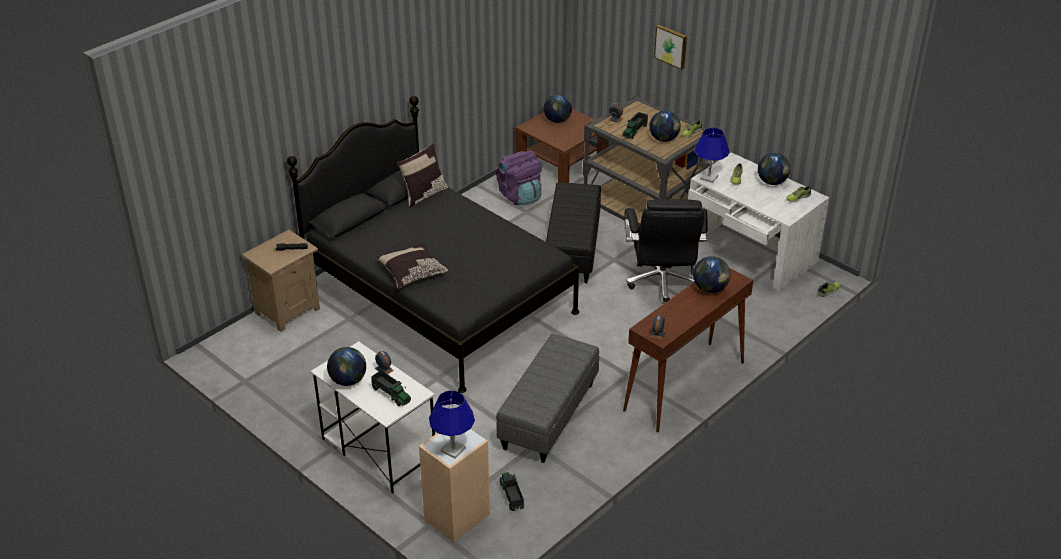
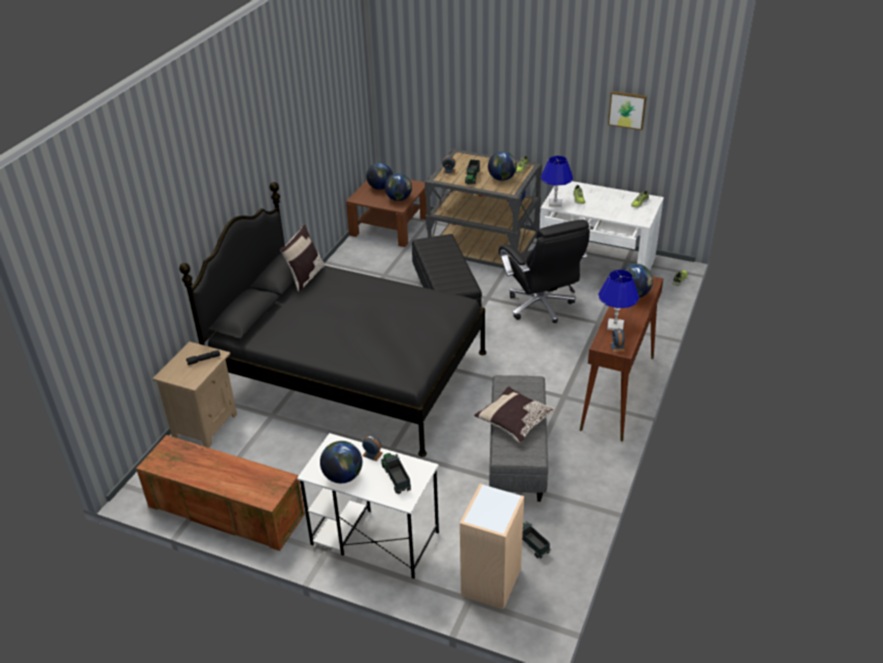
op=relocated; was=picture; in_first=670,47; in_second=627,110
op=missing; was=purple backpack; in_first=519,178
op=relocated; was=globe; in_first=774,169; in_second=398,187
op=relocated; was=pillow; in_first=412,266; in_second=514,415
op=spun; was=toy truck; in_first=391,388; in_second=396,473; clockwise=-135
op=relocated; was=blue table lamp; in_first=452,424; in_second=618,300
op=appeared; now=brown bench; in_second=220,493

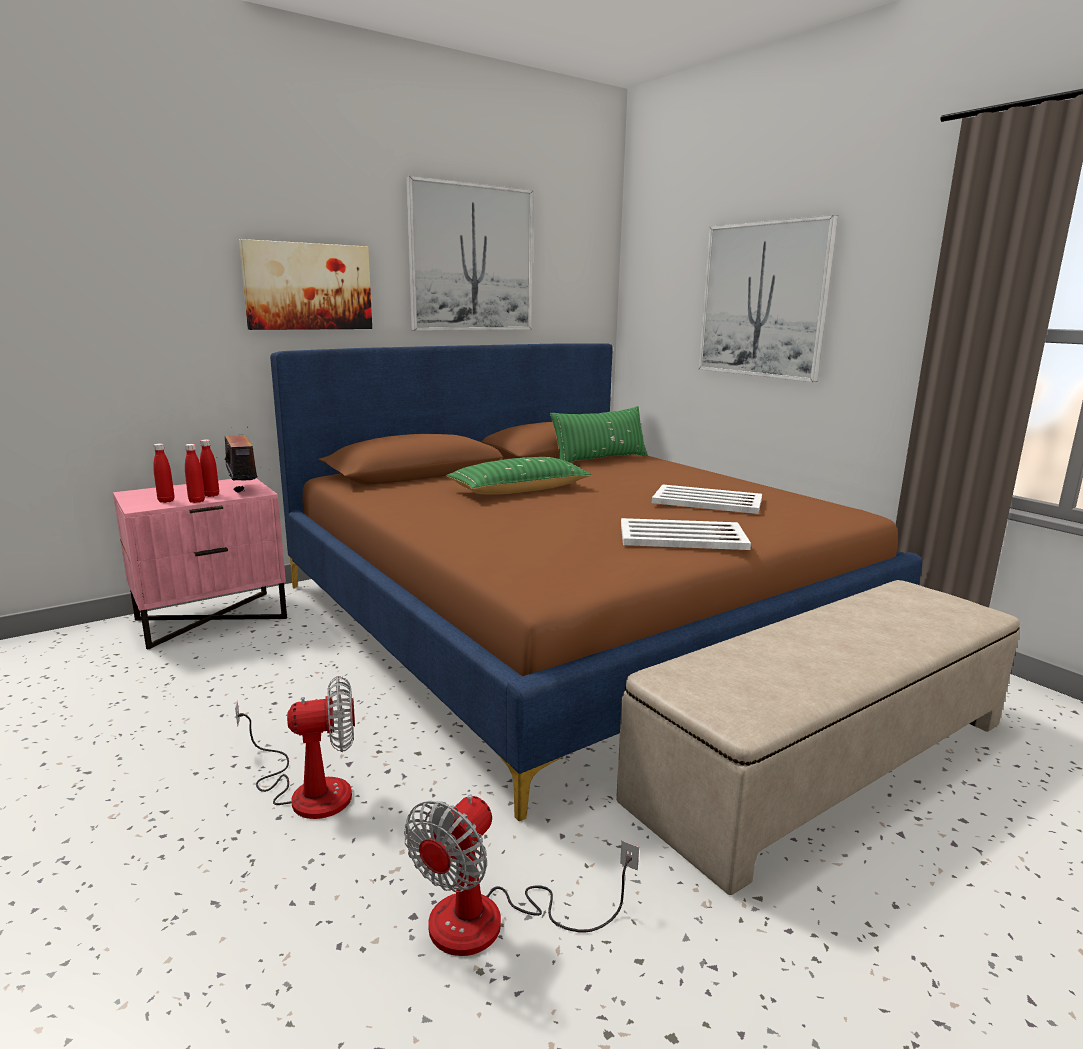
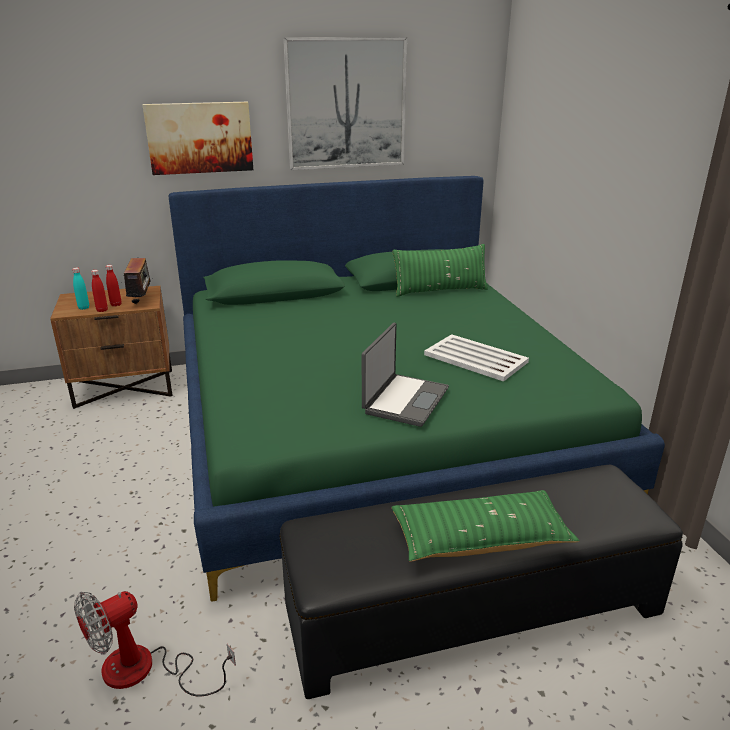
op=missing; was=picture; in_first=768,298
op=colour; was=brown bed; now=green bed; in_first=596,582; in_second=417,389
op=colour; was=red bottle; now=turquoise bottle; in_first=163,473; in_second=80,289
op=relocated; was=green pillow; in_first=519,476; in_second=485,526
op=colour; was=pink nightstand; now=brown nightstand; in_first=200,564; in_second=111,347
op=exchanged; was=white tray; now=laptop; in_first=686,534; in_second=405,375
op=colour; was=beige bench; now=black bench; in_first=818,737; in_second=481,581
op=missing; was=fan; in_first=295,747

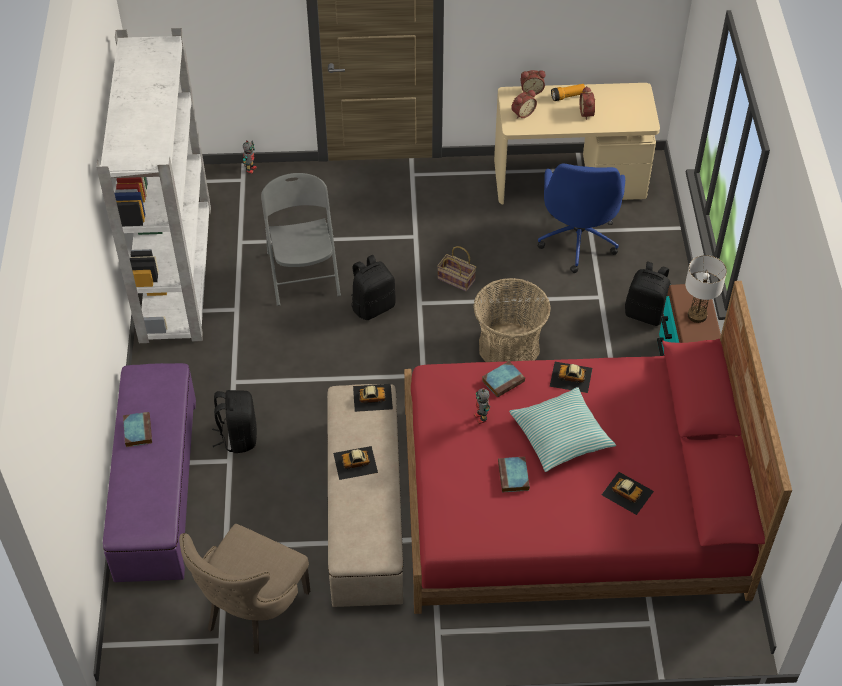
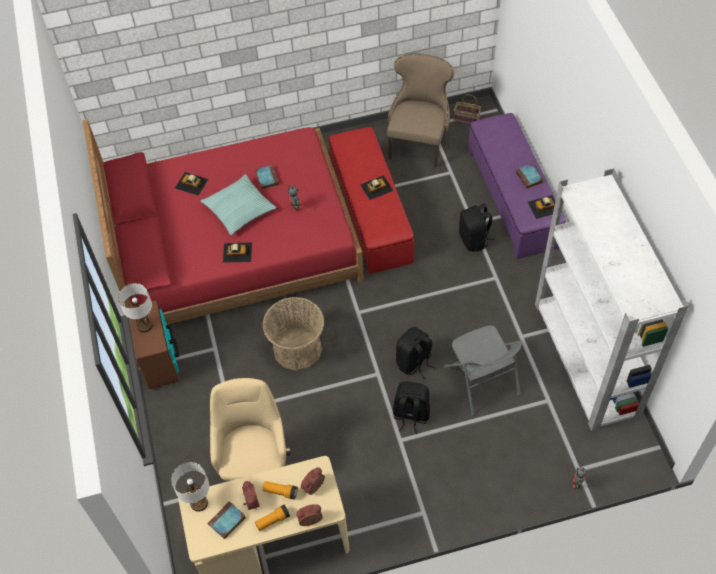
op=colour; was=blue office chair; now=beige office chair; in_first=581,218; in_second=250,429
op=relocated; was=basket; in_first=456,269; in_second=467,109
op=relocated; was=black backpack; in_first=648,294; in_second=411,407
op=relocated; was=book; in_first=503,379; in_second=227,520
op=colour; was=beige bench; now=red bench; in_first=365,495; in_second=371,200
op=relocated; was=toy car; in_first=373,398; in_second=541,207
op=appeared; now=table lamp; in_second=190,487
op=appeared; now=flashlight; in_second=280,490

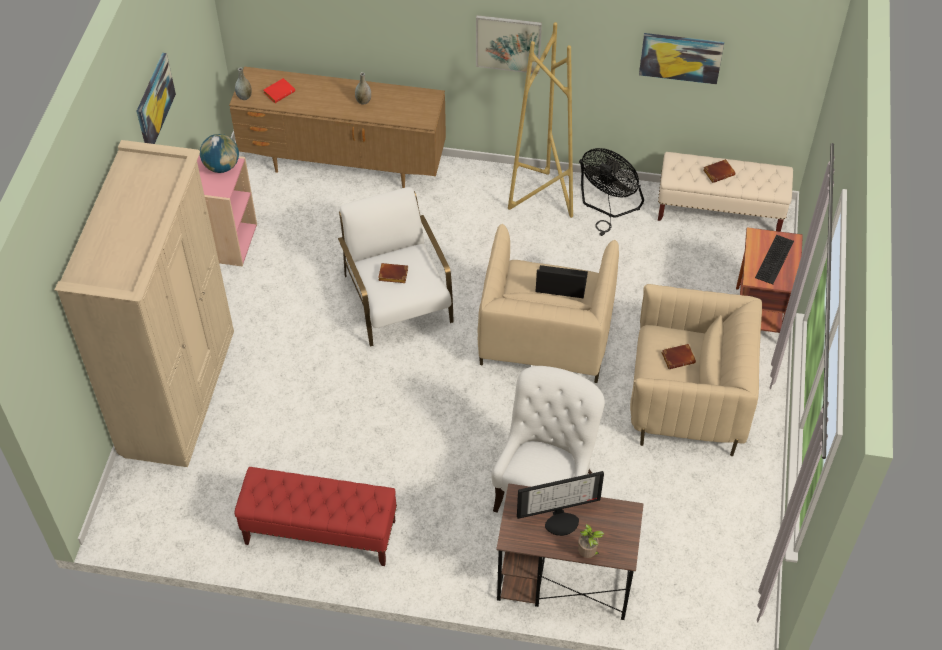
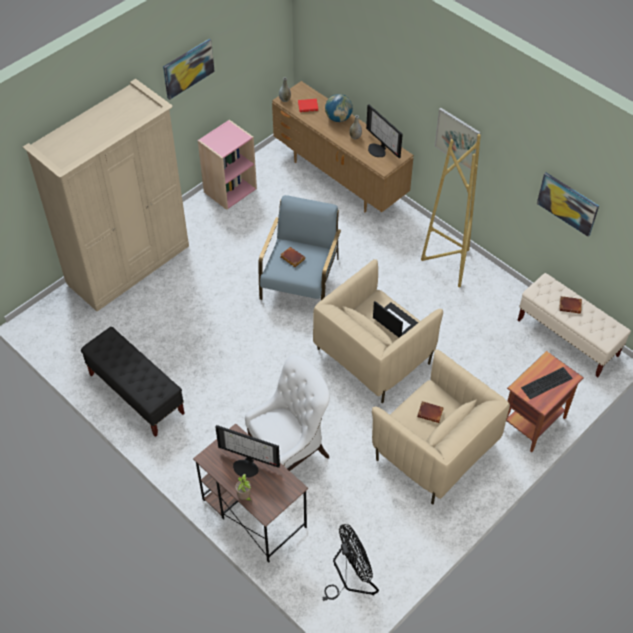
op=relocated; was=globe; in_first=219,153; in_second=339,108
op=relocated; was=black fan; in_first=611,192; in_second=350,562
op=colour; was=white armchair; now=blue armchair; in_first=396,267; in_second=299,247
op=colour; was=red bench; now=black bench; in_first=316,516; in_second=133,382
op=appeared; now=monitor; in_second=384,131

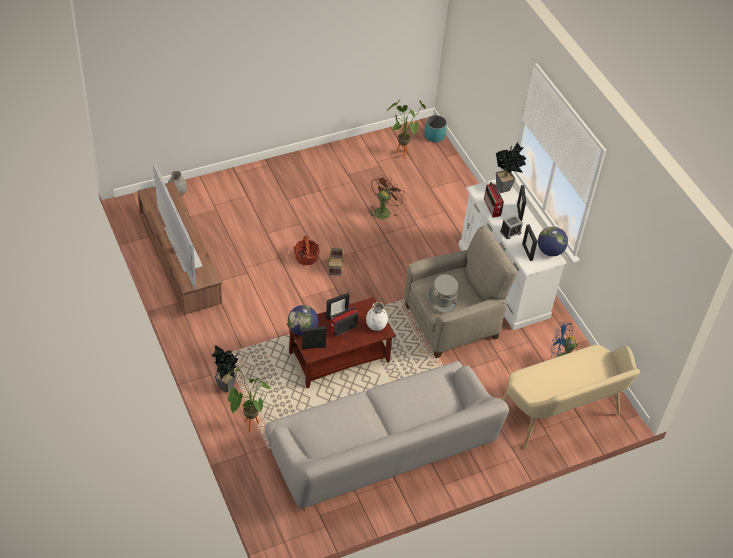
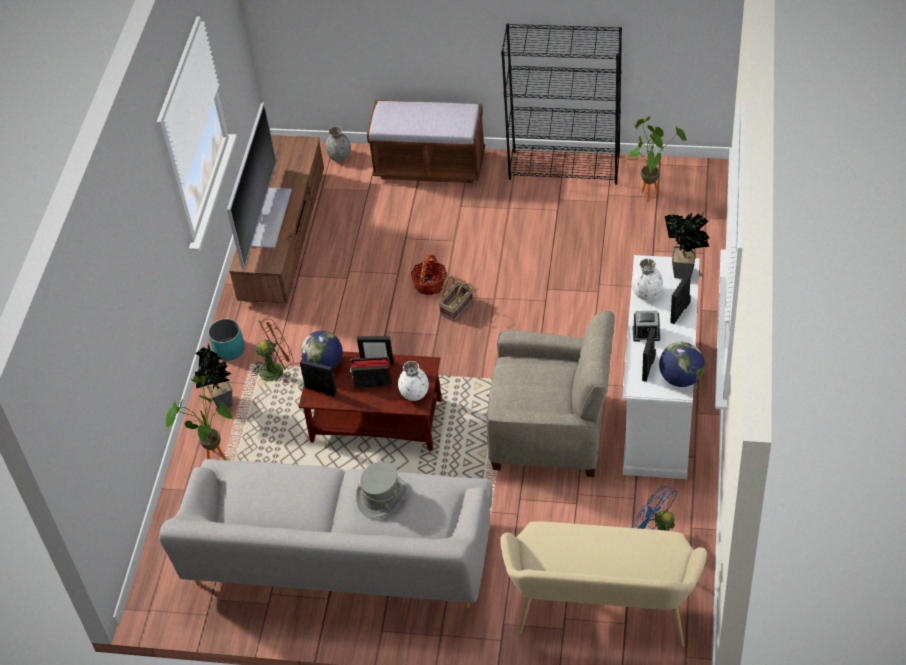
op=relocated; was=turquoise planter; in_first=435,128; in_second=226,340
op=relocated; was=brown fan; in_first=386,197; in_second=272,350
op=exchanged; was=radio; now=white vase; in_first=494,200; in_second=647,279
op=relocated; was=grey hat; in_first=444,293; in_second=381,490
op=appeared; now=black bookcase; in_second=561,104
op=appeared; now=brown bench; in_second=426,141

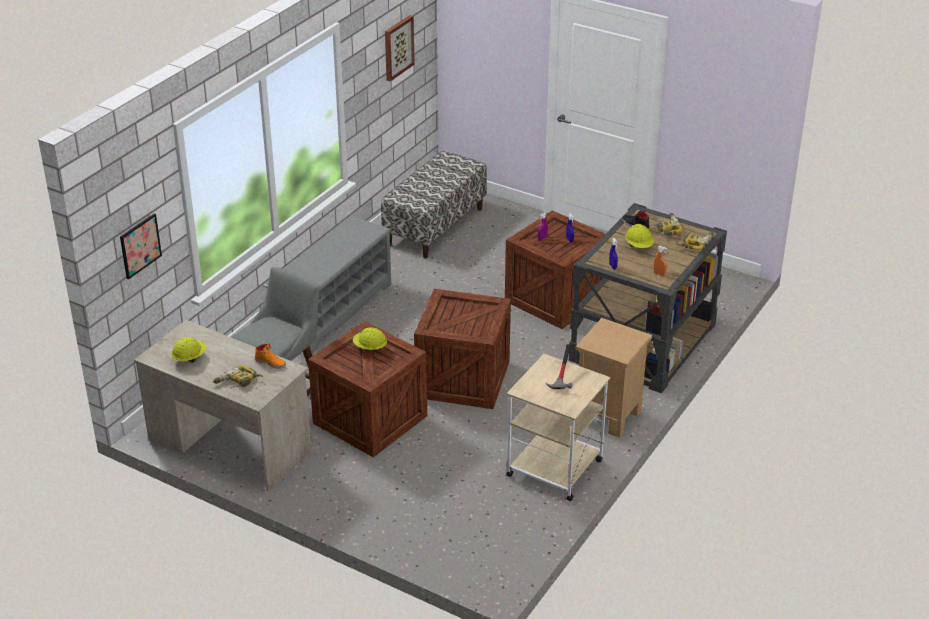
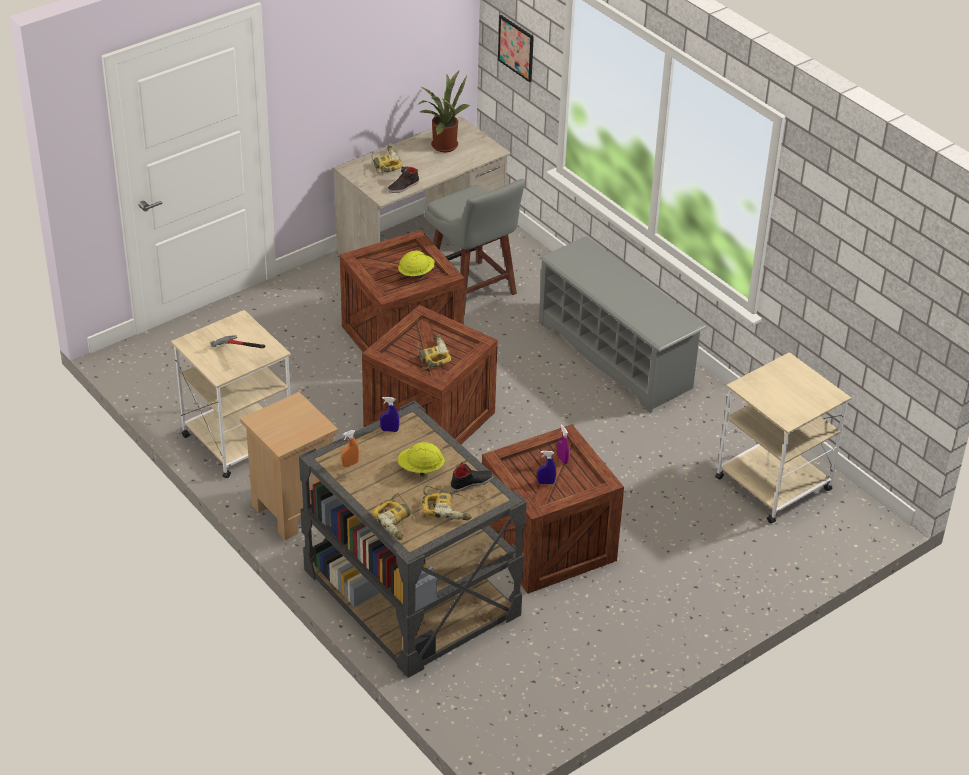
op=missing; was=picture; in_first=400,48
op=exchanged; was=bench; now=beige cart; in_first=434,204; in_second=783,437
op=exchanged; was=yellow hard hat; now=potted plant; in_first=188,350; in_second=443,111
op=colour; was=orange shoe; now=black shoe; in_first=270,355; in_second=403,179
op=appeared; now=power drill; in_second=434,351

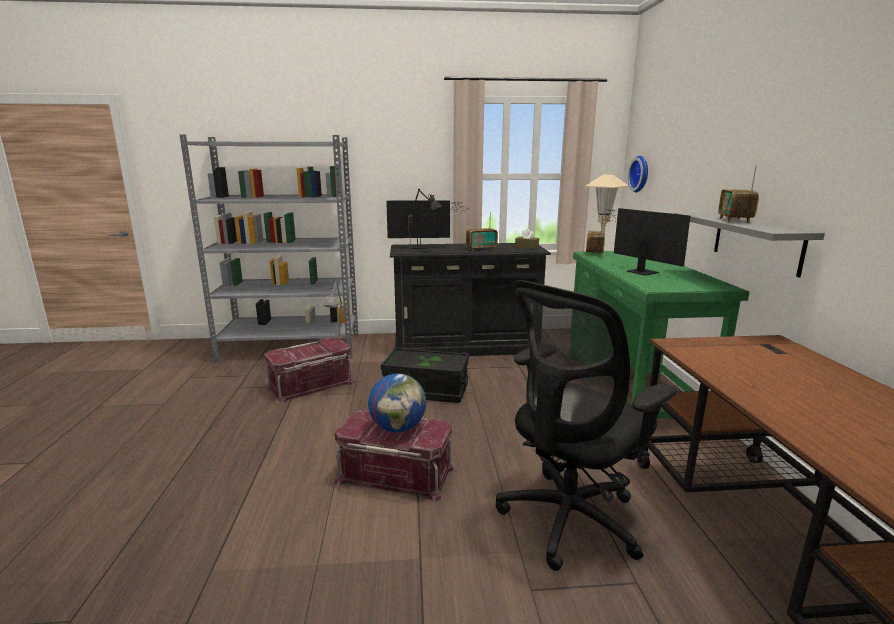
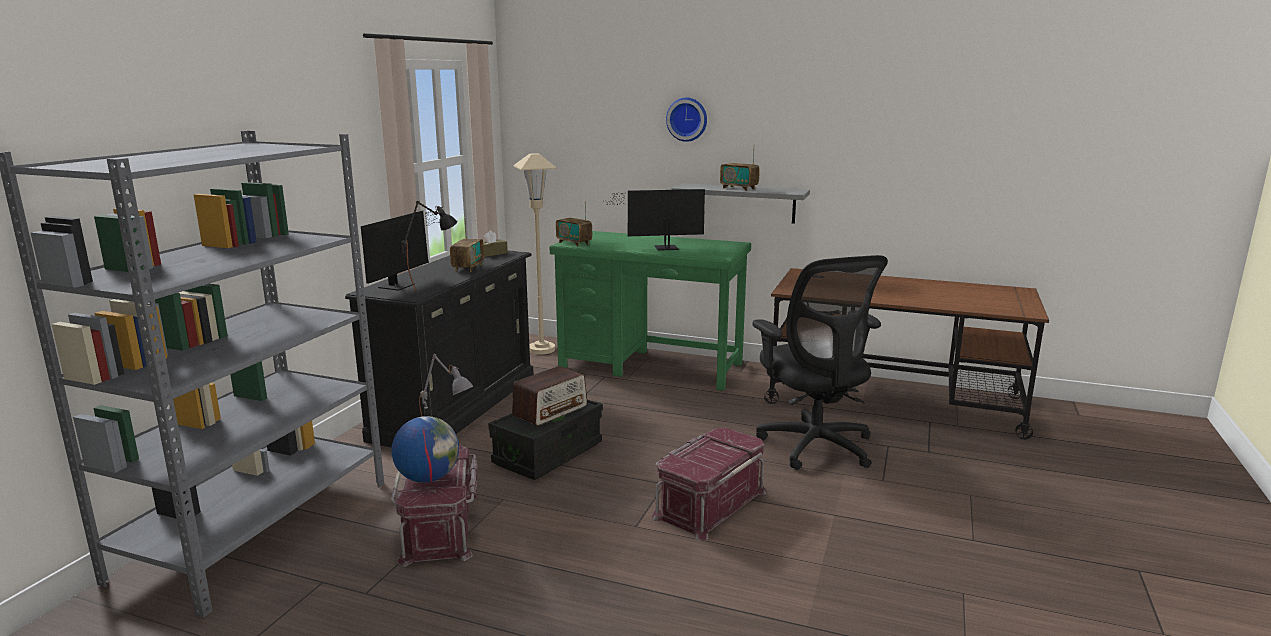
op=relocated; was=wall clock; in_first=638,174; in_second=686,120
op=relocated; was=globe; in_first=397,403; in_second=425,449
op=appeared; now=radio; in_second=549,396

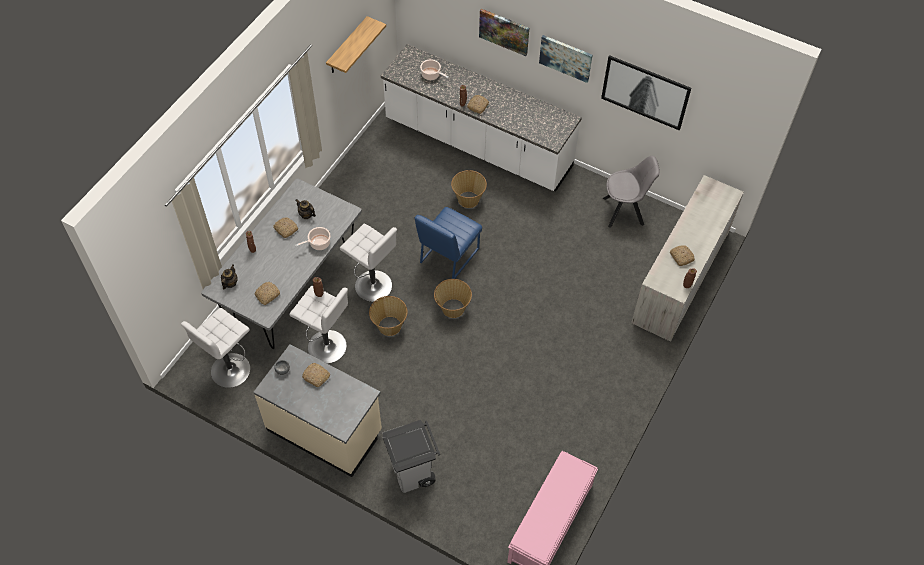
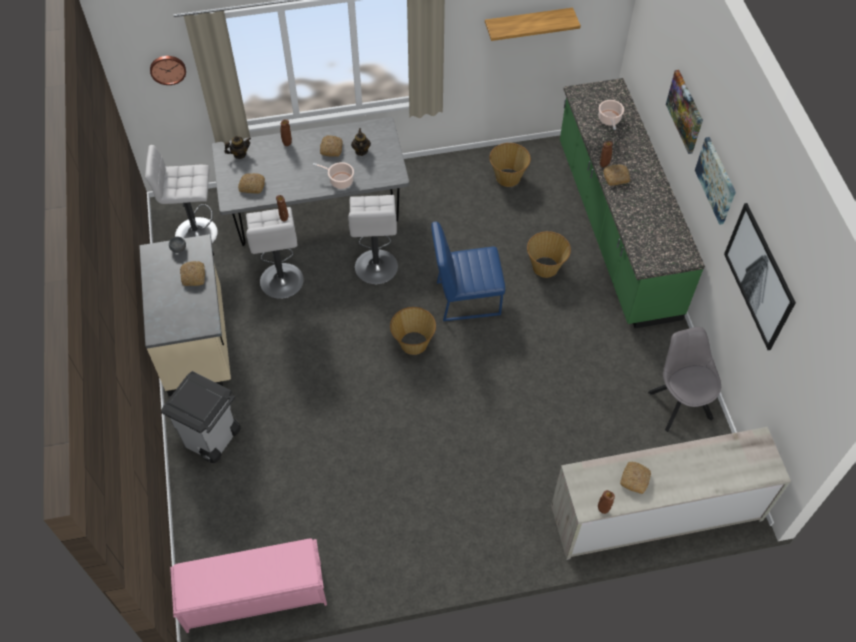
op=colour; was=white counter; now=green counter; in_first=481,118; in_second=632,203
op=spun; was=grey chair; in_first=631,192; in_second=684,379; clockwise=-150
op=relocated; was=basket; in_first=388,316; in_second=510,165
op=appeared; now=wall clock; in_second=168,70

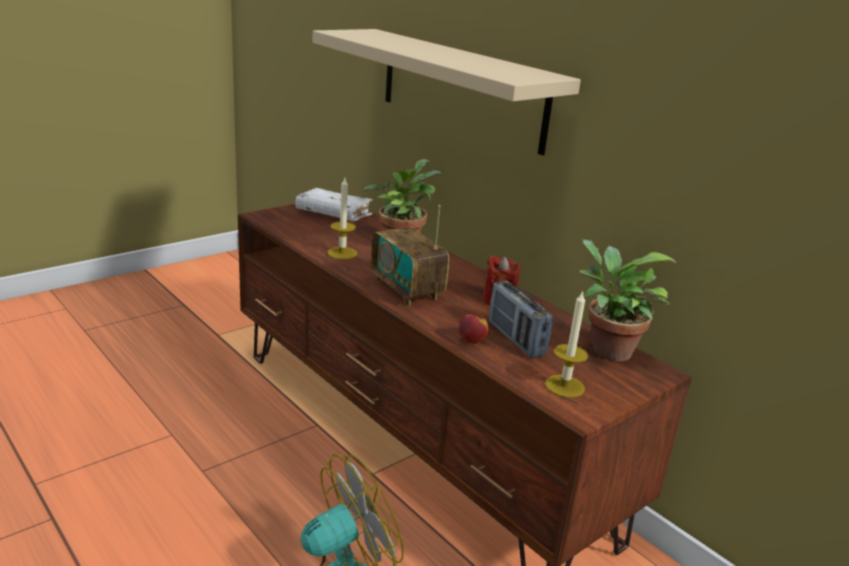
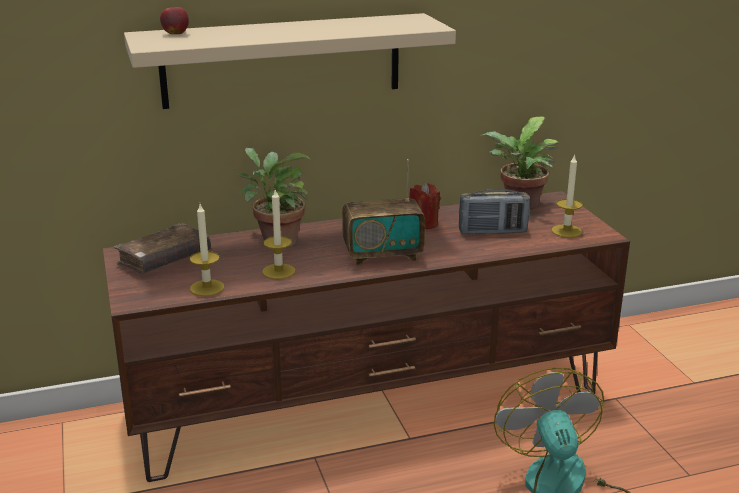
op=colour; was=white book; now=brown book; in_first=334,204; in_second=162,248
op=relocated; was=apple; in_first=473,329; in_second=174,19
op=appeared; now=candle; in_second=207,250

